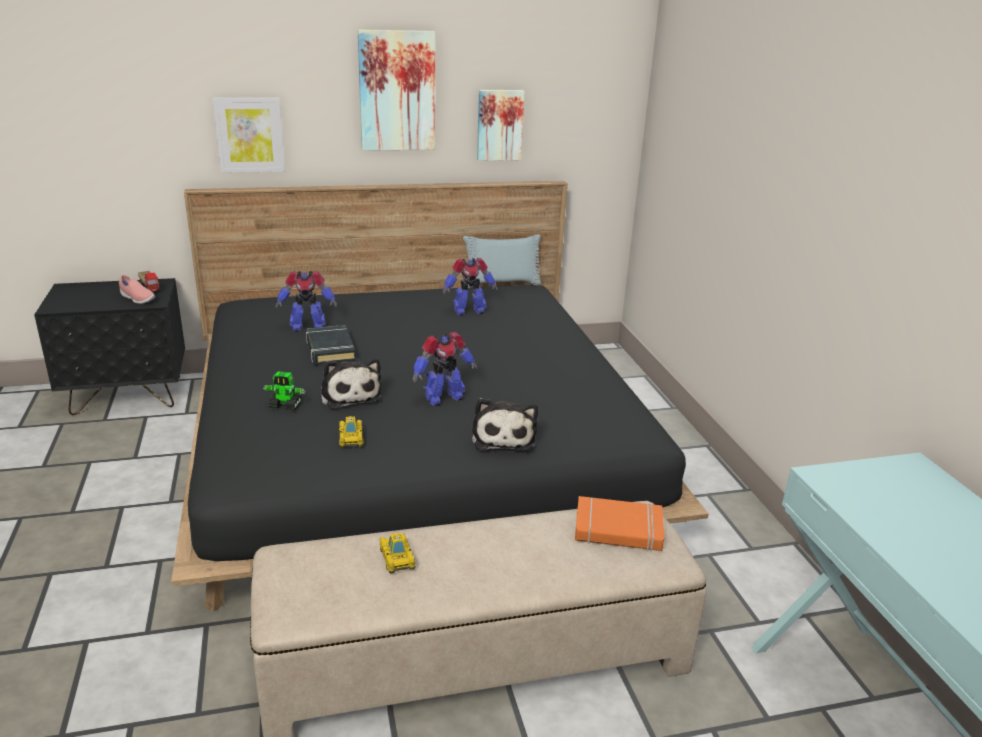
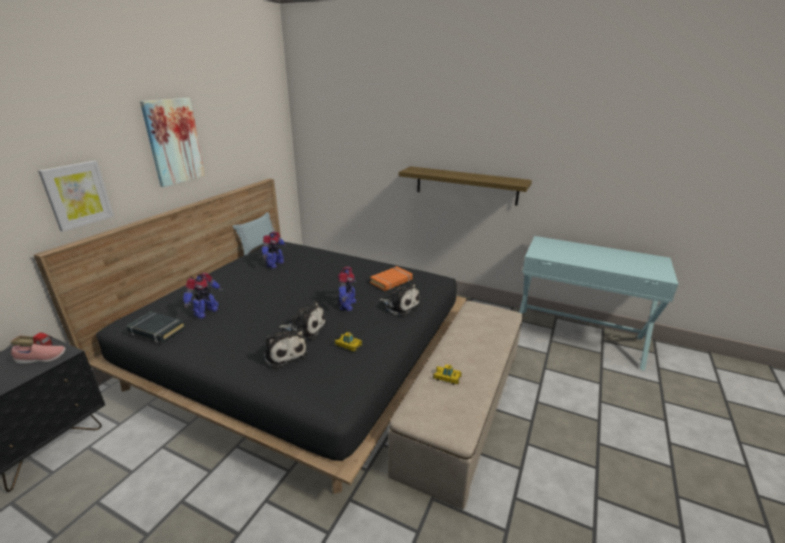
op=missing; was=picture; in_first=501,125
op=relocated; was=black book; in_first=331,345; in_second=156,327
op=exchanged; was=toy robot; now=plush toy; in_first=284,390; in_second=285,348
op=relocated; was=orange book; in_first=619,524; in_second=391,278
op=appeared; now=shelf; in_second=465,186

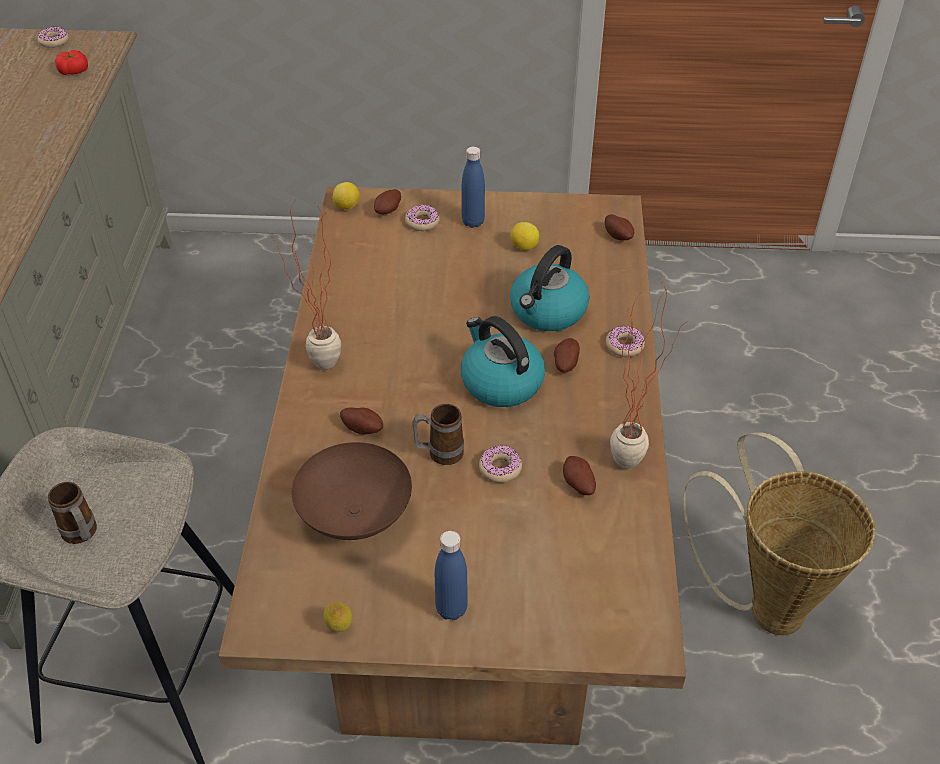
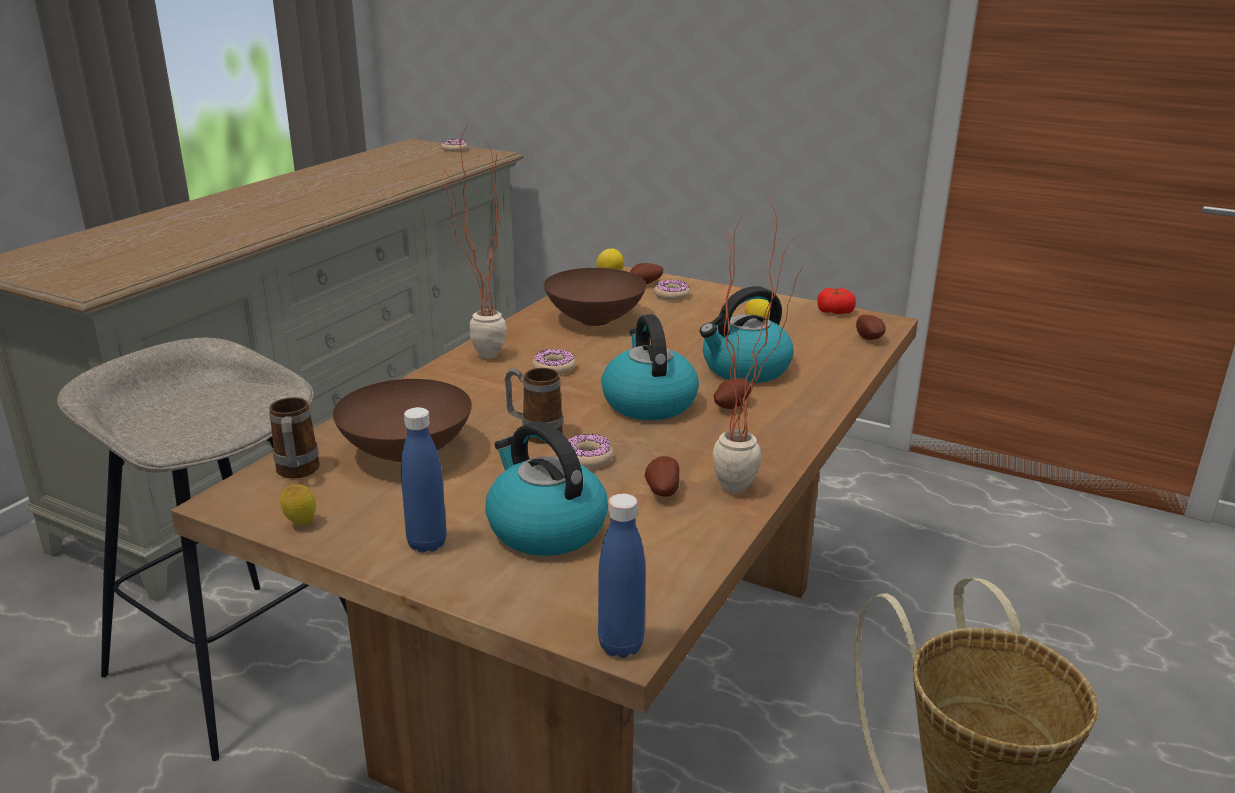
op=relocated; was=tomato; in_first=71,62; in_second=836,301
op=relocated; was=blue bottle; in_first=473,187; in_second=622,576
op=relocated; was=donut; in_first=625,341; in_second=554,362
op=missing; was=potato; in_first=361,421
op=relocated; was=mug; in_first=72,513; in_second=294,437
op=appeared; now=brown bowl; in_second=595,297
op=appeared; now=kettle; in_second=546,488

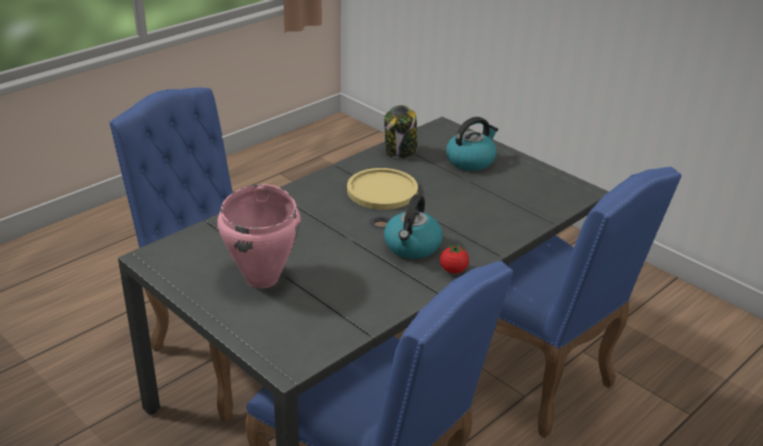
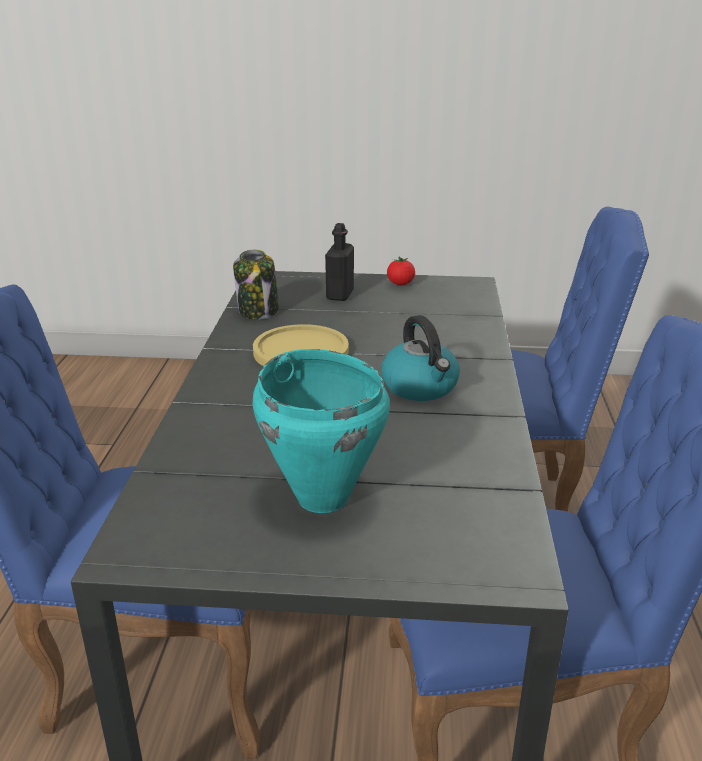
op=exchanged; was=kettle; now=black bottle; in_first=472,144; in_second=339,262
op=colour; was=pink cooking pot; now=turquoise cooking pot; in_first=259,236; in_second=321,431
op=relocated; was=tomato; in_first=454,258; in_second=401,271

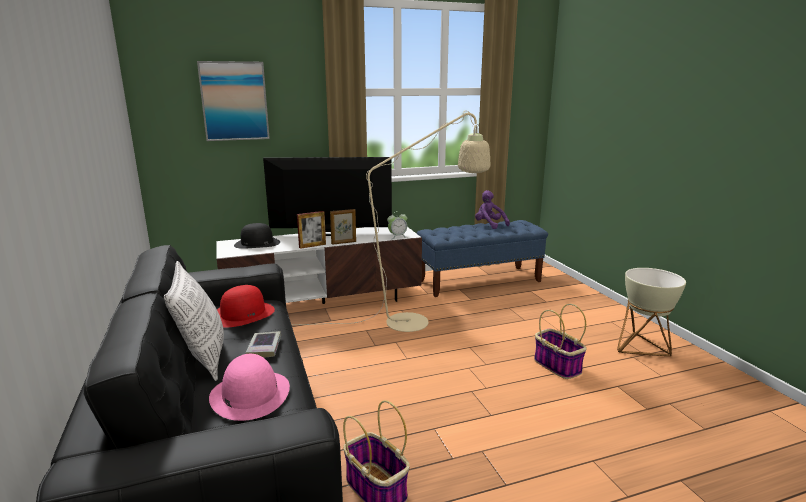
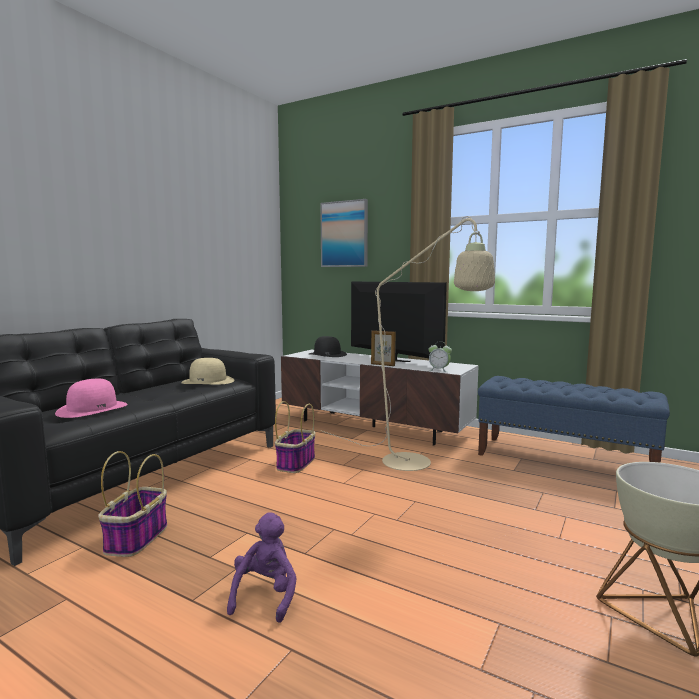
op=relocated; was=purple plush toy; in_first=492,209; in_second=262,567
op=missing; was=picture frame; in_first=311,230
op=missing; was=pillow; in_first=194,321
op=colour; was=red hat; now=beige hat; in_first=246,306; in_second=207,371
op=relocated; was=basket; in_first=560,341; in_second=295,437
op=missing; was=book; in_first=263,344

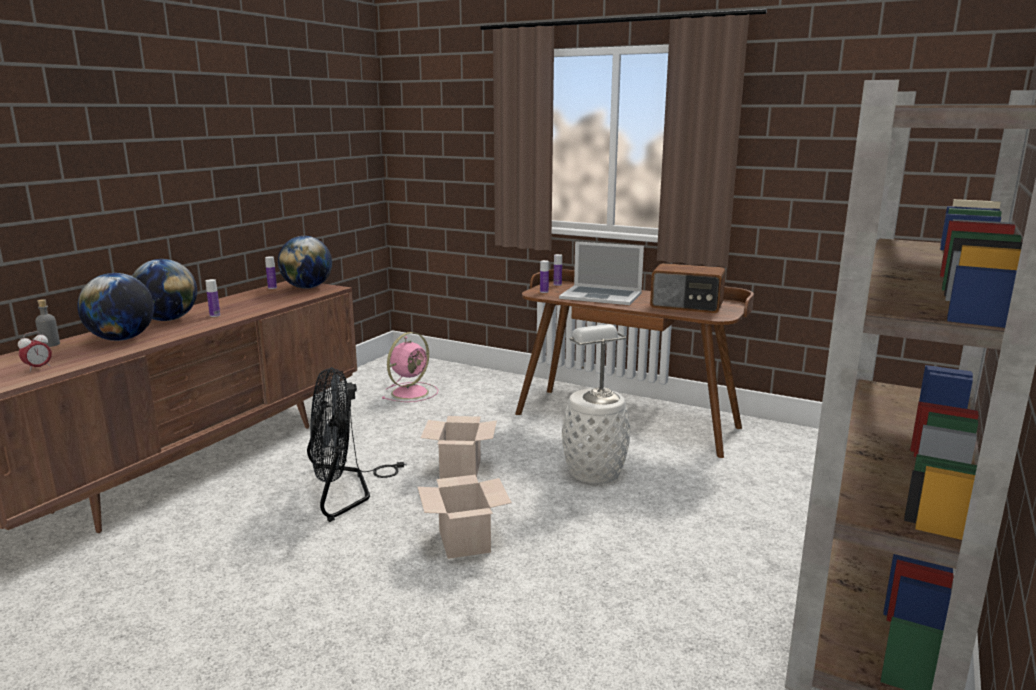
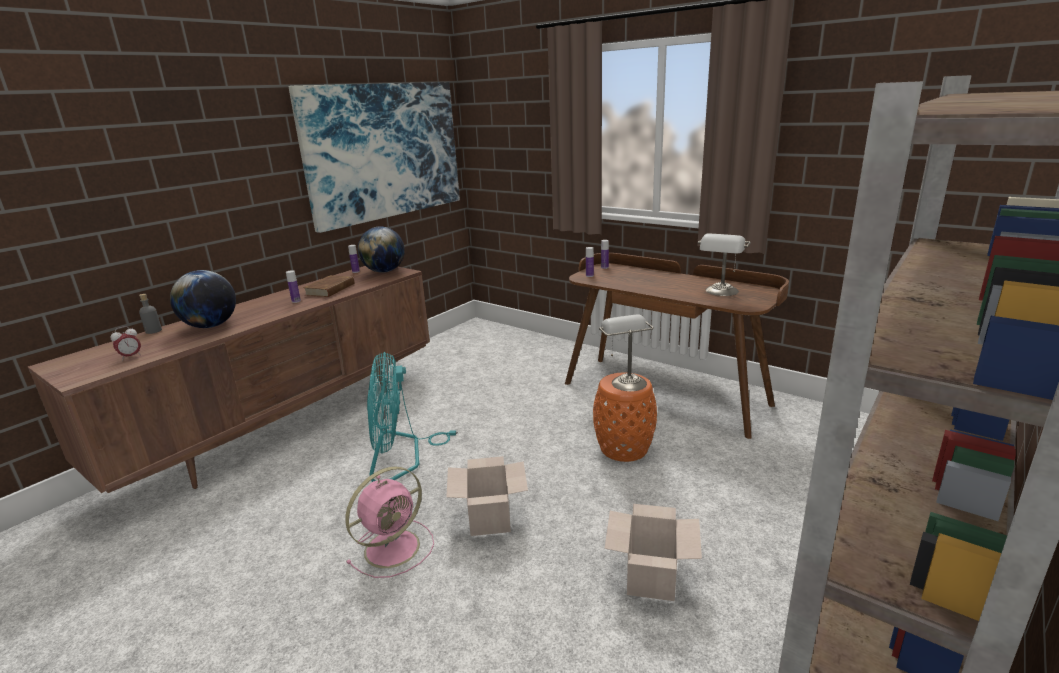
op=missing; was=laptop; in_first=601,273
op=missing; was=globe; in_first=164,290
op=exchanged; was=radio; now=white table lamp; in_first=688,288; in_second=724,265
op=relocated; was=pink fan; in_first=409,367; in_second=389,522
op=colour; was=black fan; now=turquoise fan; in_first=356,444; in_second=412,417
op=colour; was=white stool; now=orange stool; in_first=596,436; in_second=625,417
op=relocated; was=cardboard box; in_first=458,447; in_second=653,552
op=appeared; now=picture; in_second=374,157
op=appeared; now=brown book; in_second=328,286

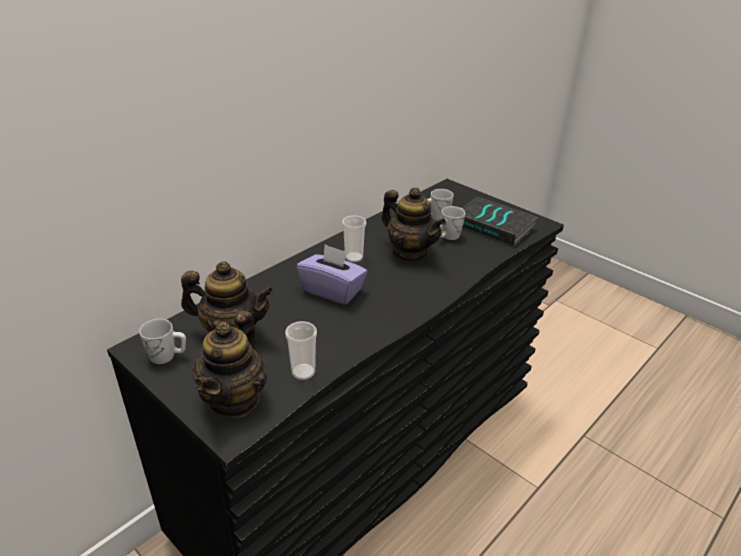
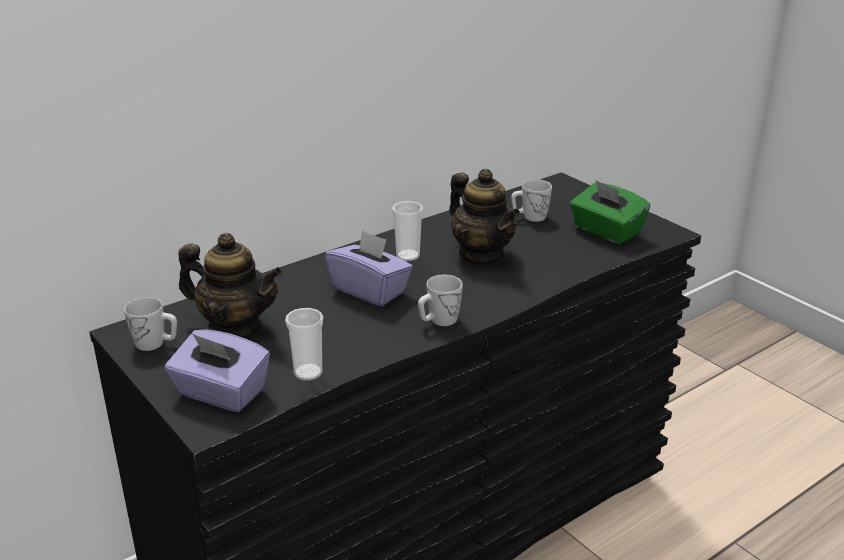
op=exchanged; was=book; now=green tissue box; in_first=500,221; in_second=610,212
op=relocated; was=white mug; in_first=452,223; in_second=440,300
op=exchanged; was=teapot; now=purple tissue box; in_first=230,364; in_second=217,370

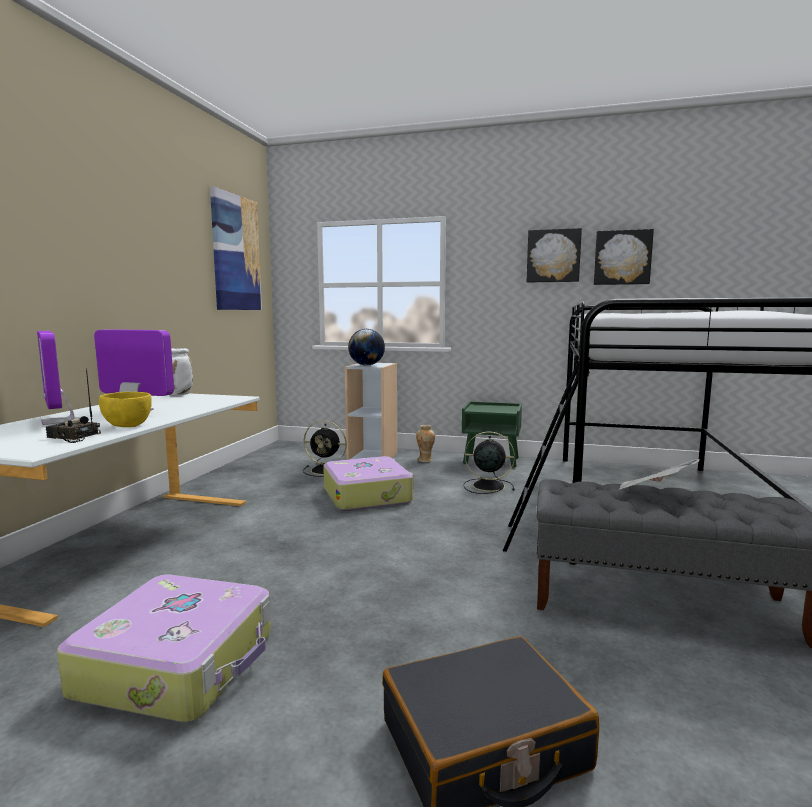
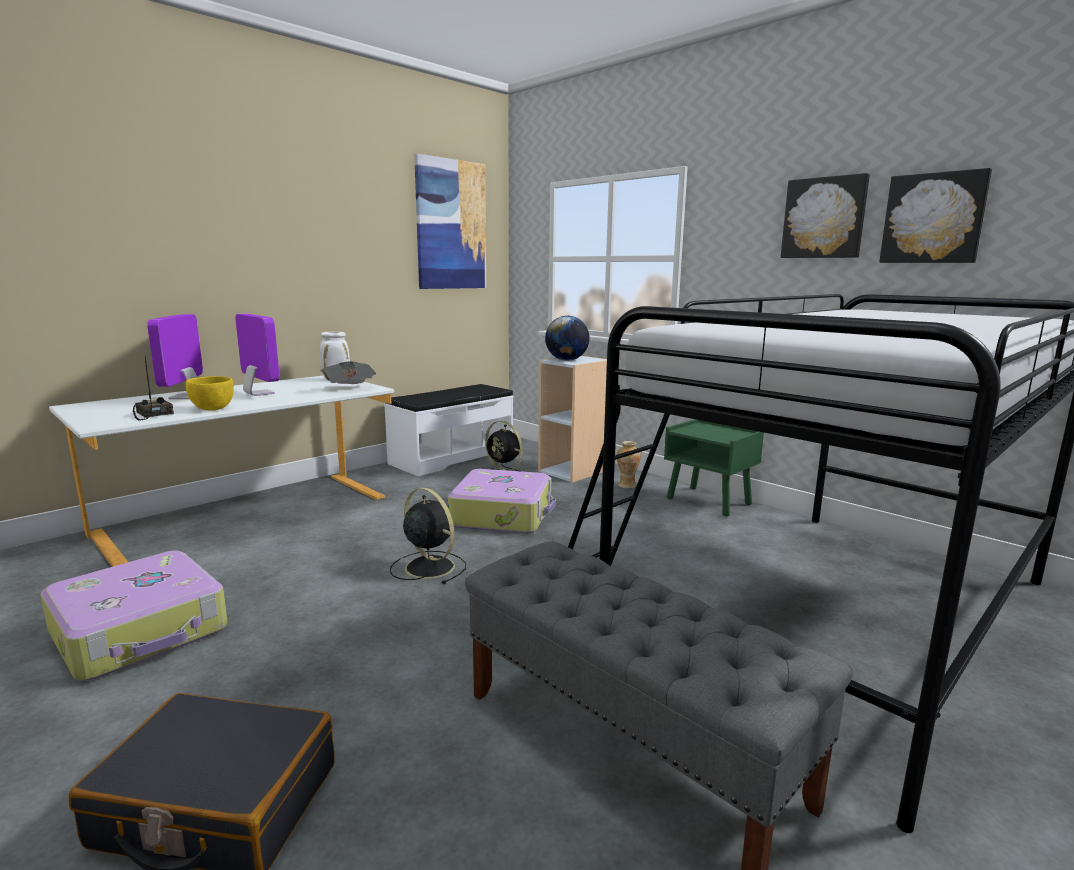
op=relocated; was=black fan; in_first=489,462; in_second=428,536
op=relocated; was=newspaper; in_first=659,474; in_second=348,372
op=appeared; now=white bench; in_second=449,430

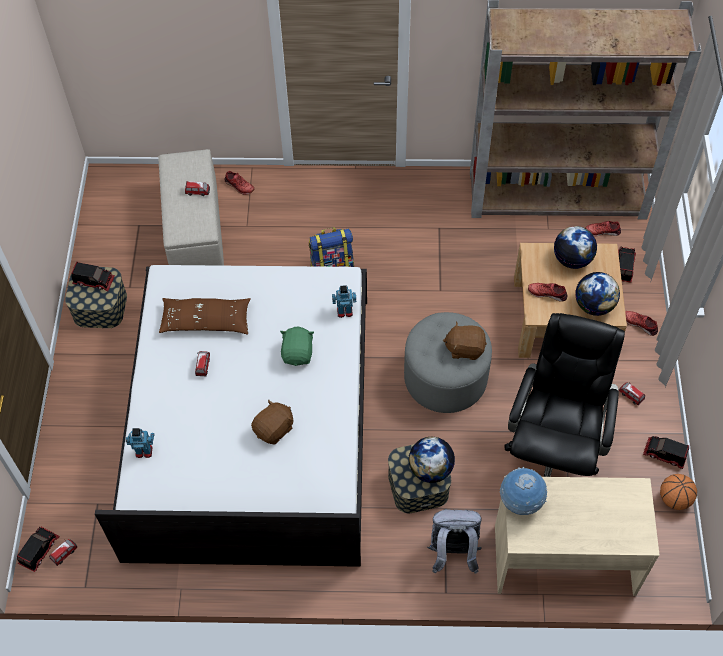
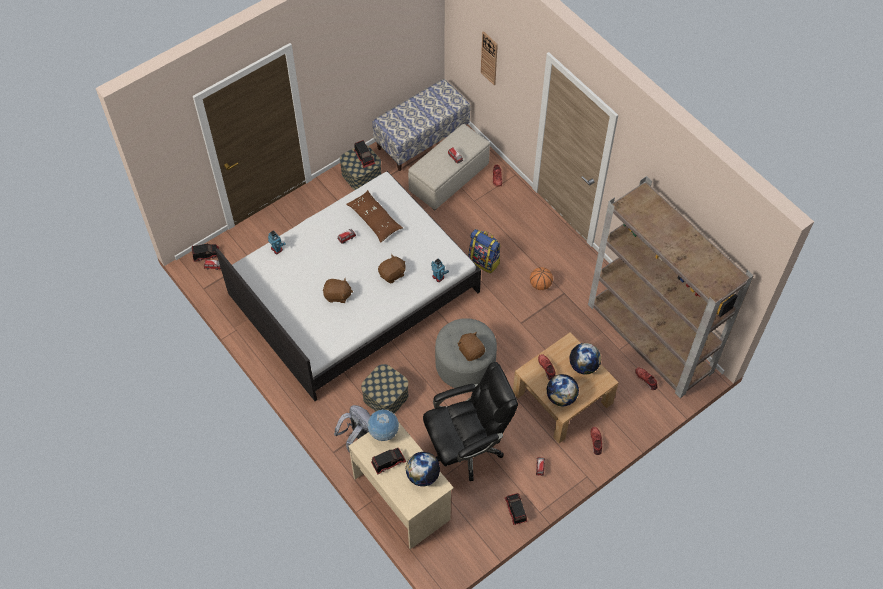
op=relocated; was=toy truck; in_first=627,264; in_second=388,461
op=colour; was=green plush toy; now=brown plush toy; in_first=297,346; in_second=392,268
op=relocated; was=globe; in_first=432,460; in_second=423,469
op=relocated; was=basketball; in_first=678,492; in_second=541,278
op=appeared; now=wall clock; in_second=489,58
op=appeared; now=bench; in_second=421,125

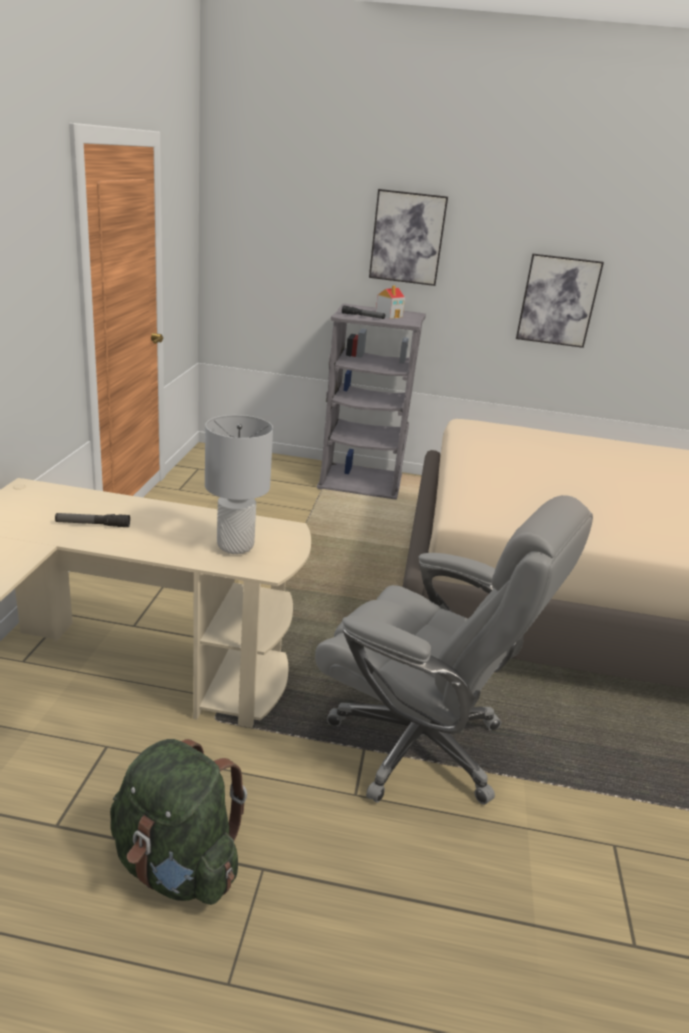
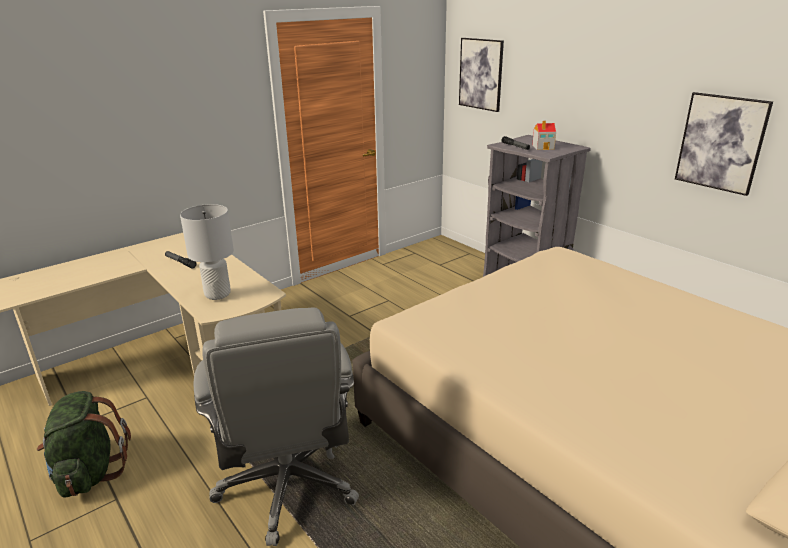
op=relocated; was=picture; in_first=408,237; in_second=481,75

